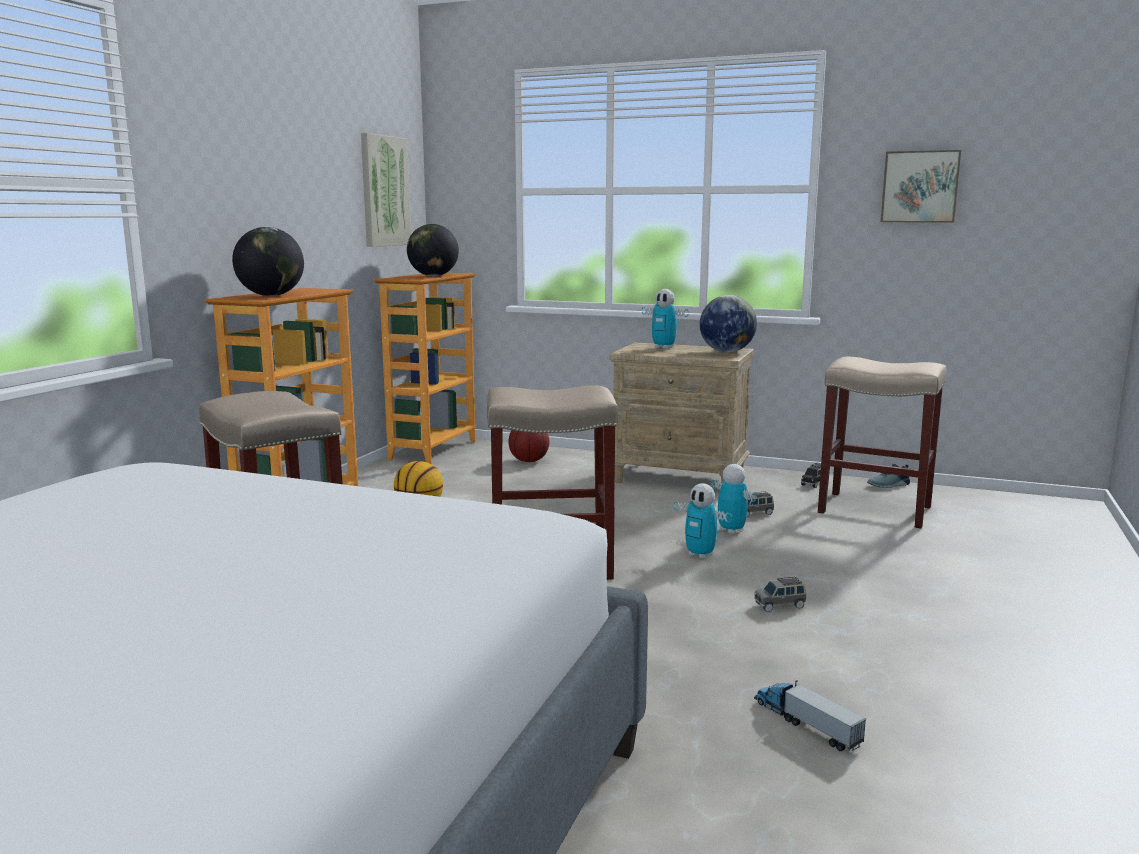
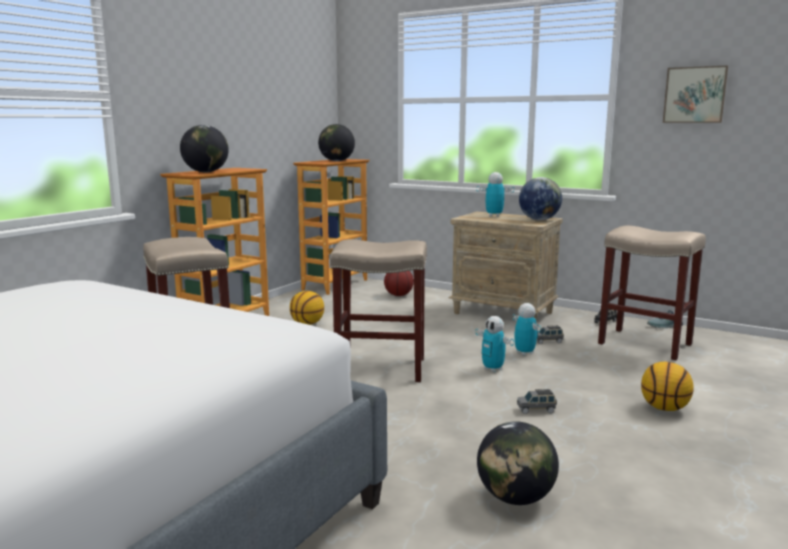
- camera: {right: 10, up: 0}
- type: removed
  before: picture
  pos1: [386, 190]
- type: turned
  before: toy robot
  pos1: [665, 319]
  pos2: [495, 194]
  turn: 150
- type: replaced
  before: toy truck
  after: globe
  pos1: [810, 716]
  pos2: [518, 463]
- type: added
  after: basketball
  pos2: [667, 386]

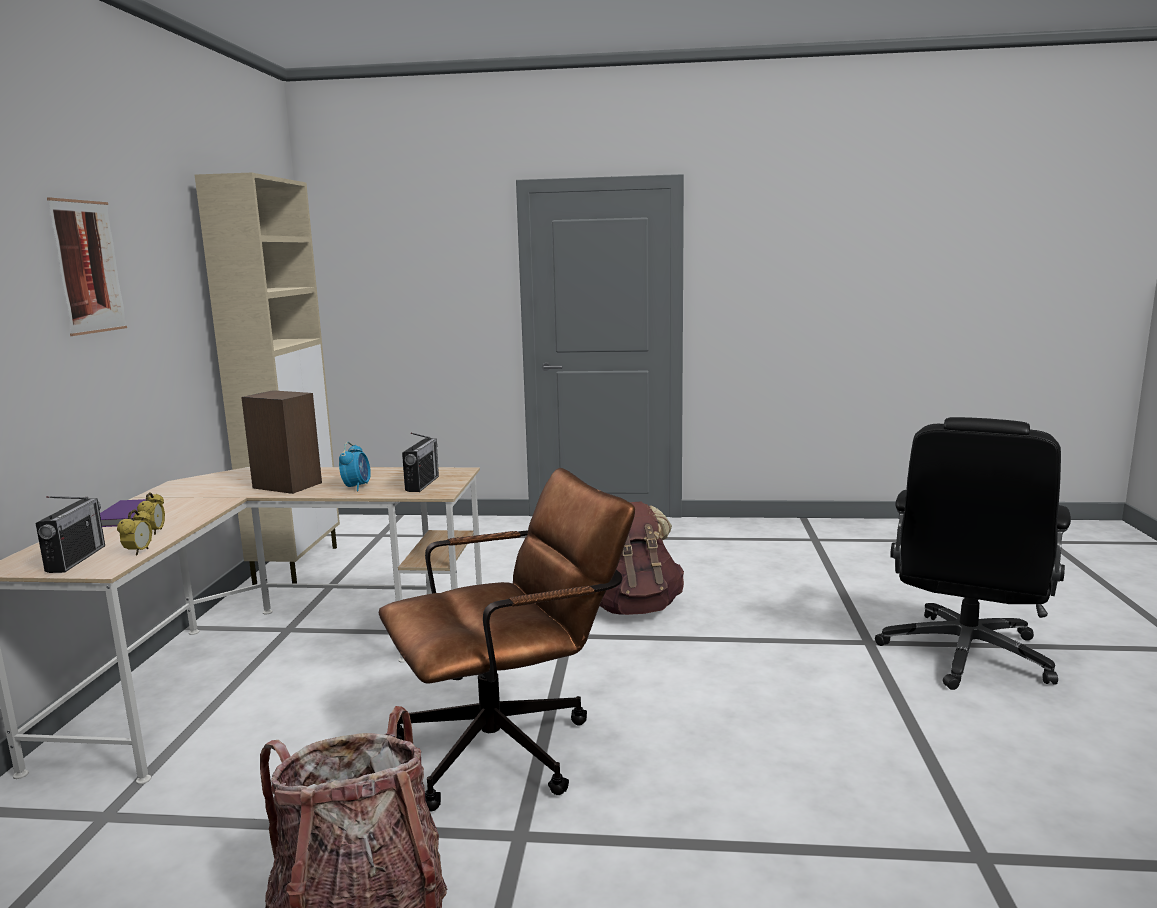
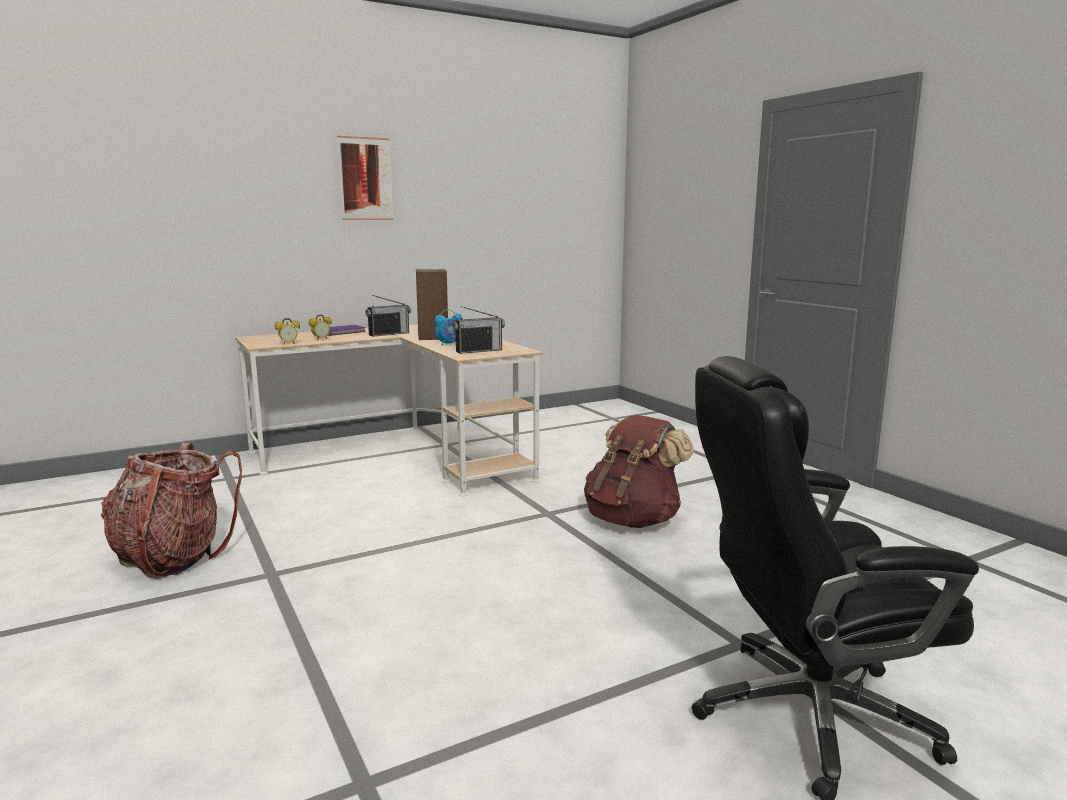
- camera: {right: 55, up: 0}
- type: removed
  before: beige cabinet
  pos1: [267, 379]
- type: removed
  before: brown office chair
  pos1: [507, 640]
- type: moved
  before: radio
  pos1: [70, 534]
  pos2: [388, 316]

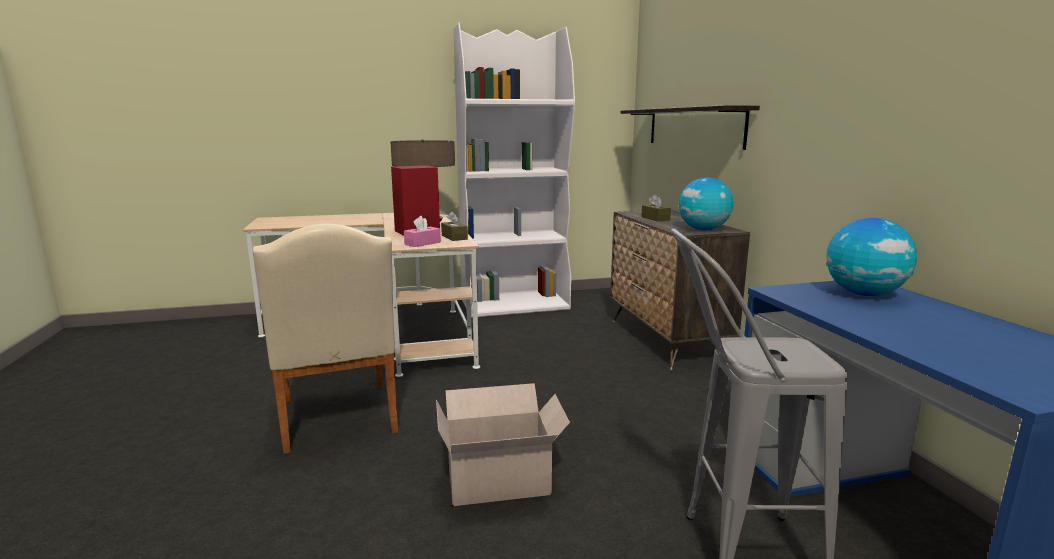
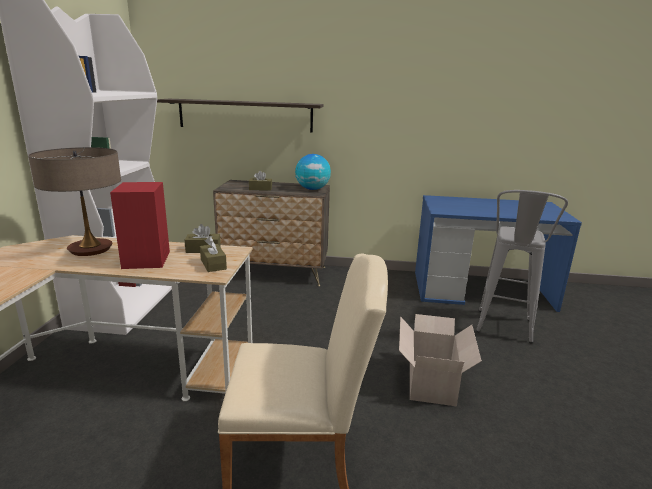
- camera: {right: -70, up: 5}
- type: recoloured
  before: pink tissue box
  after: brown tissue box
  pos1: [422, 231]
  pos2: [213, 254]
- type: removed
  before: globe
  pos1: [871, 257]

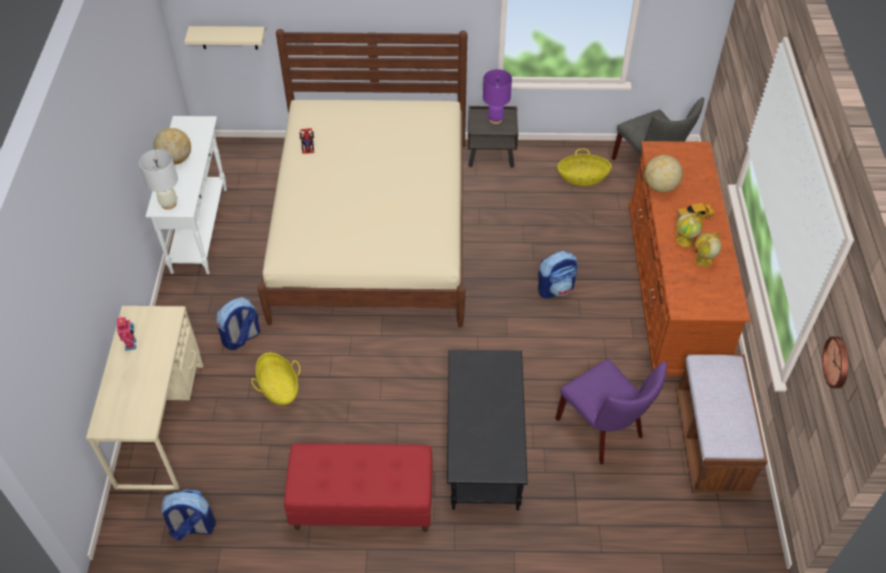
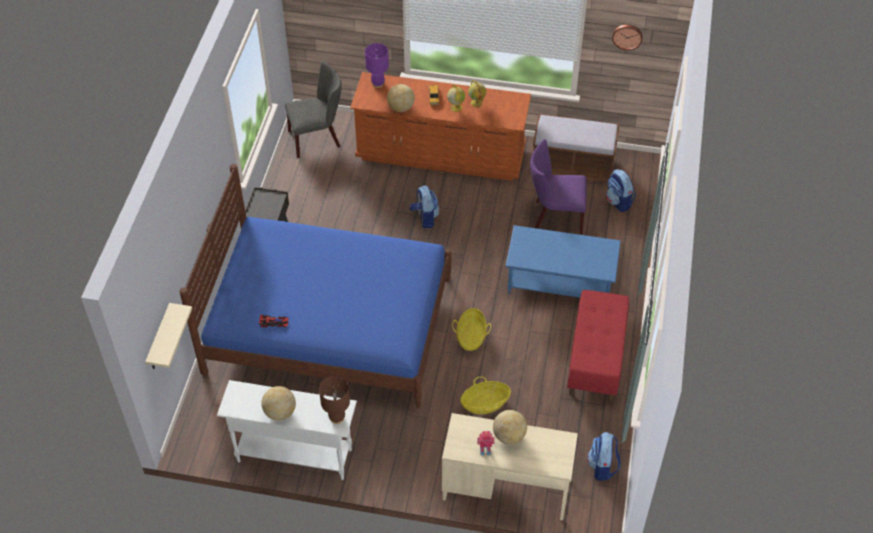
- camera: {right: -80, up: 0}
- type: recoloured
  before: beige bed
  after: blue bed
  pos1: [362, 178]
  pos2: [315, 286]
- type: moved
  before: purple table lamp
  pos1: [497, 96]
  pos2: [377, 65]
- type: moved
  before: basket
  pos1: [584, 167]
  pos2: [471, 329]
- type: recoloured
  before: white table lamp
  after: brown table lamp
  pos1: [158, 179]
  pos2: [334, 400]
- type: moved
  before: backpack
  pos1: [238, 323]
  pos2: [621, 190]
- type: recoloured
  before: black coffee table
  after: blue coffee table
  pos1: [487, 430]
  pos2: [563, 261]
- type: turned
  before: purple chair
  pos1: [611, 411]
  pos2: [558, 187]
  turn: -150
- type: added
  after: globe
  pos2: [510, 427]

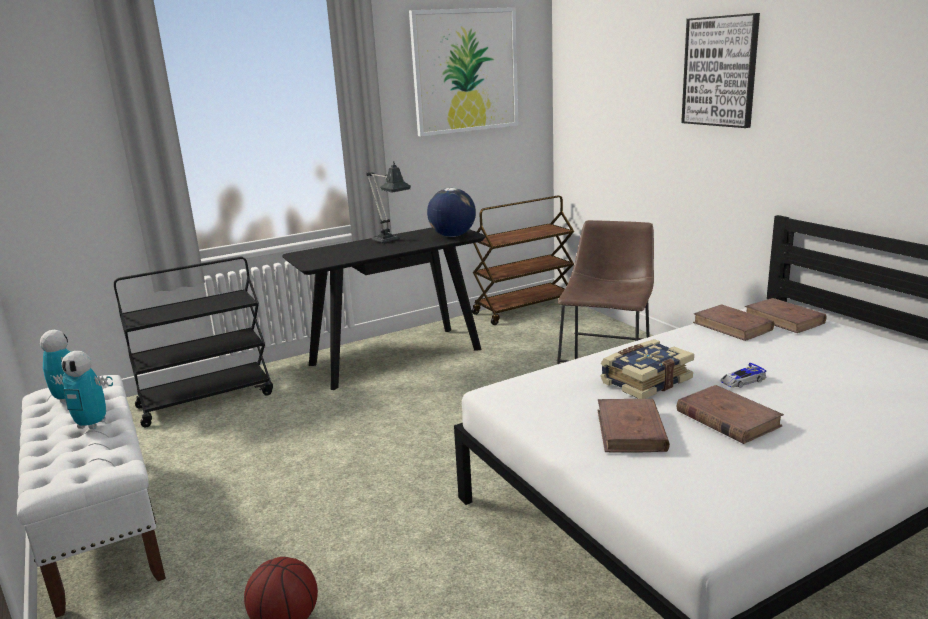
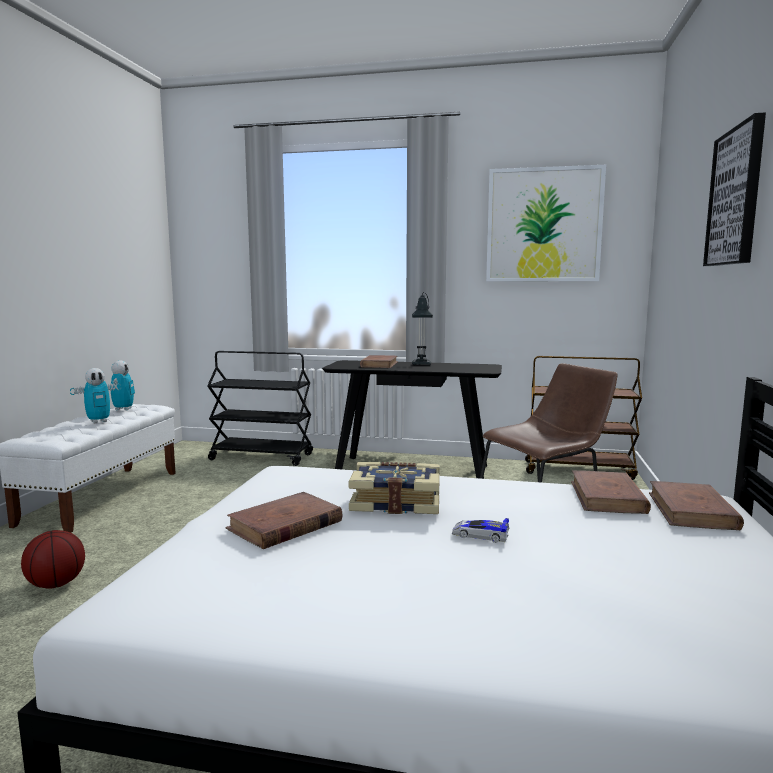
- camera: {right: 40, up: -10}
- type: removed
  before: globe
  pos1: [451, 212]
- type: turned
  before: toy robot
  pos1: [81, 390]
  pos2: [95, 395]
  turn: -90
- type: moved
  before: brown book
  pos1: [730, 414]
  pos2: [379, 361]

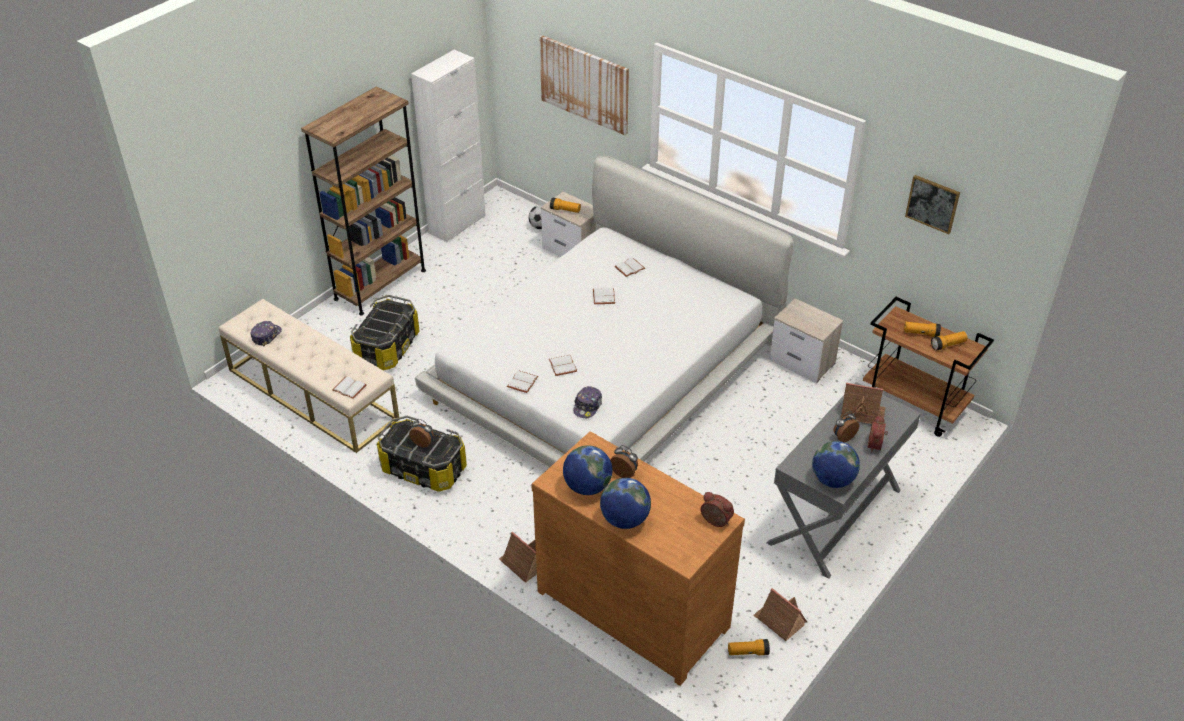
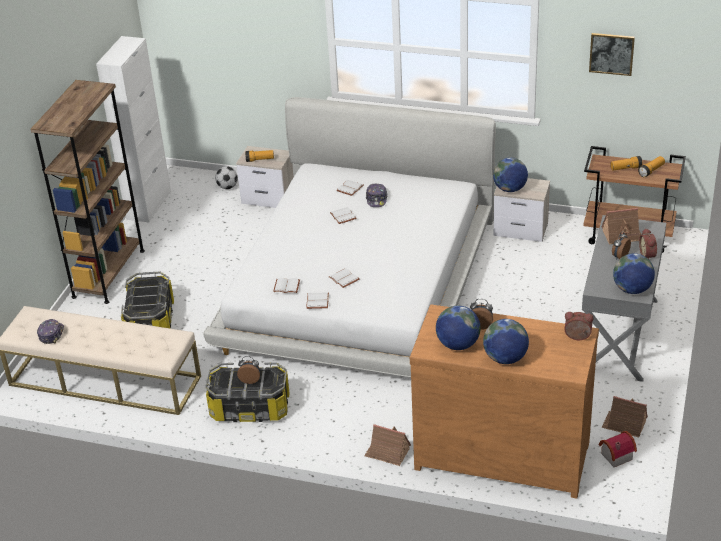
- camera: {right: -20, up: -5}
- type: removed
  before: picture
  pos1: [584, 85]
- type: moved
  before: white book
  pos1: [349, 388]
  pos2: [286, 285]
- type: moved
  before: cap
  pos1: [587, 402]
  pos2: [377, 195]
- type: replaced
  before: flashlight
  after: toy house
  pos1: [749, 647]
  pos2: [618, 449]
- type: added
  after: globe
  pos2: [510, 175]

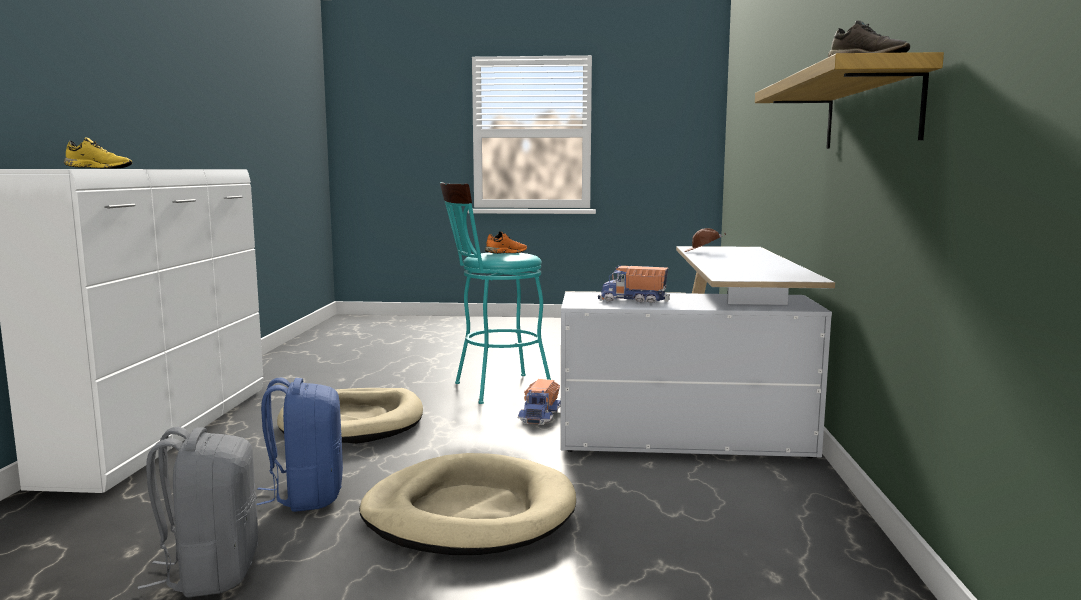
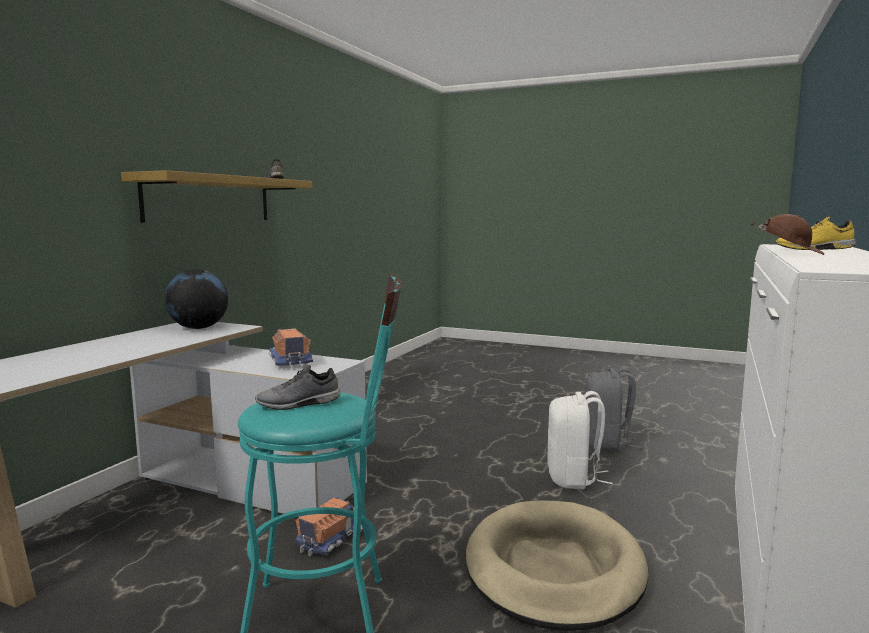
- camera: {right: -160, up: 0}
- type: moved
  before: brown cap
  pos1: [705, 240]
  pos2: [787, 234]
- type: recoloured
  before: orange shoe
  after: grey shoe
  pos1: [506, 242]
  pos2: [298, 387]
- type: turned
  before: toy truck
  pos1: [634, 284]
  pos2: [291, 348]
  turn: -150
- type: recoloured
  before: blue backpack
  after: white backpack
  pos1: [299, 445]
  pos2: [580, 440]
- type: removed
  before: beige dog bed
  pos1: [467, 504]
- type: added
  after: globe
  pos2: [196, 299]

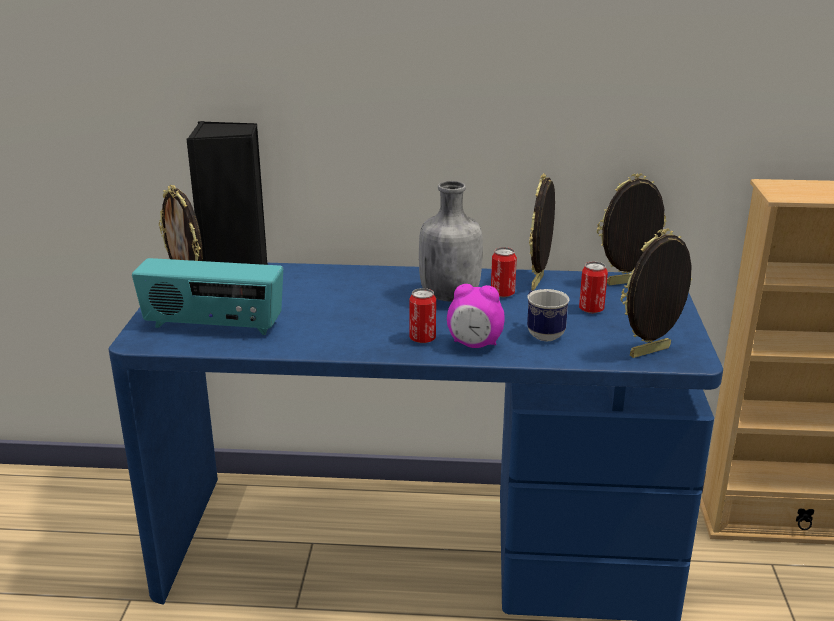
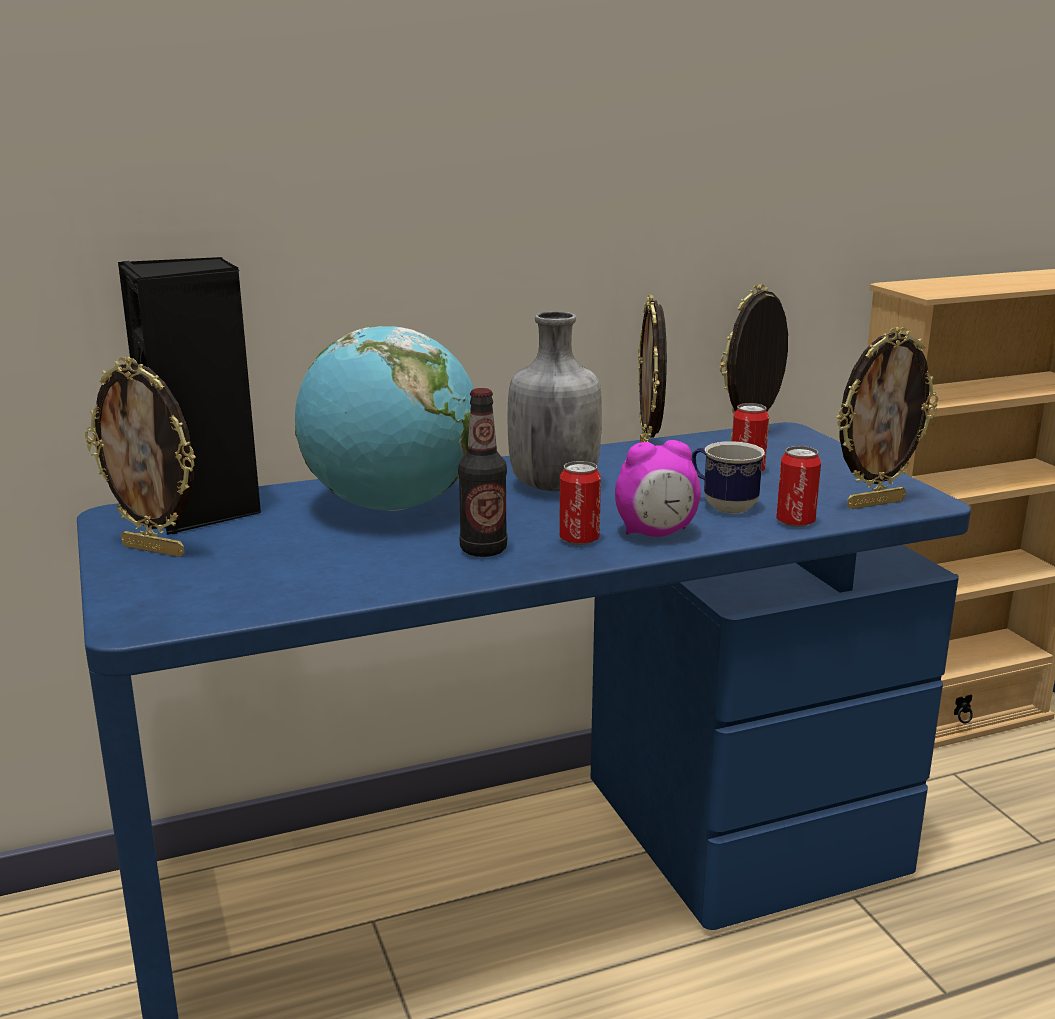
- camera: {right: -25, up: -5}
- type: turned
  before: picture frame
  pos1: [656, 293]
  pos2: [887, 418]
  turn: -150
- type: moved
  before: can
  pos1: [504, 272]
  pos2: [798, 486]
- type: removed
  before: radio
  pos1: [207, 296]
- type: added
  after: globe
  pos2: [384, 418]
- type: added
  after: bottle
  pos2: [482, 472]

